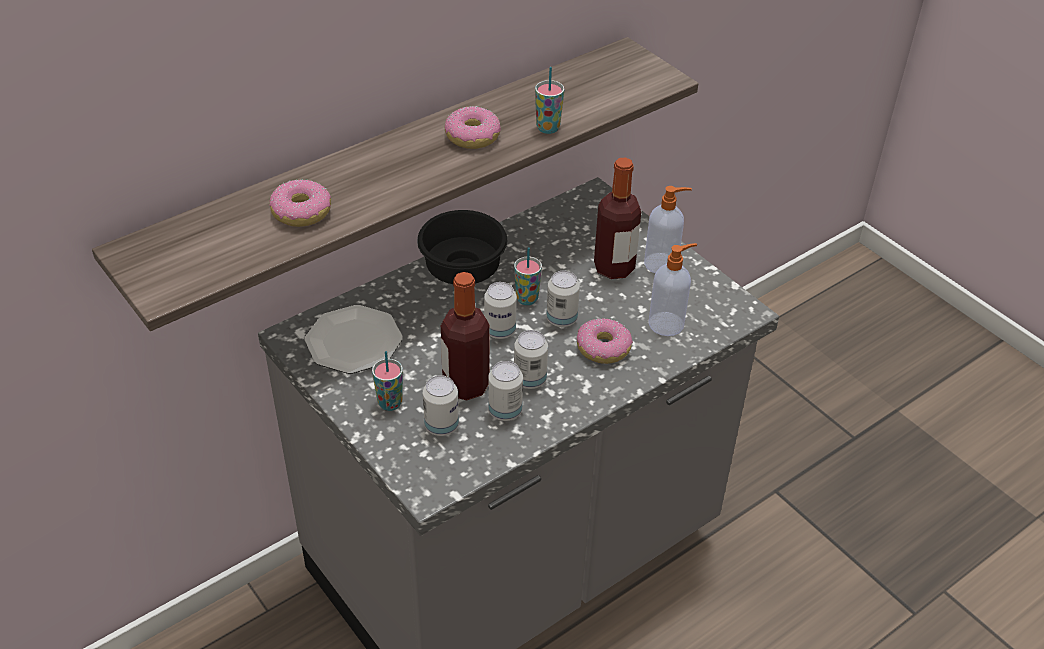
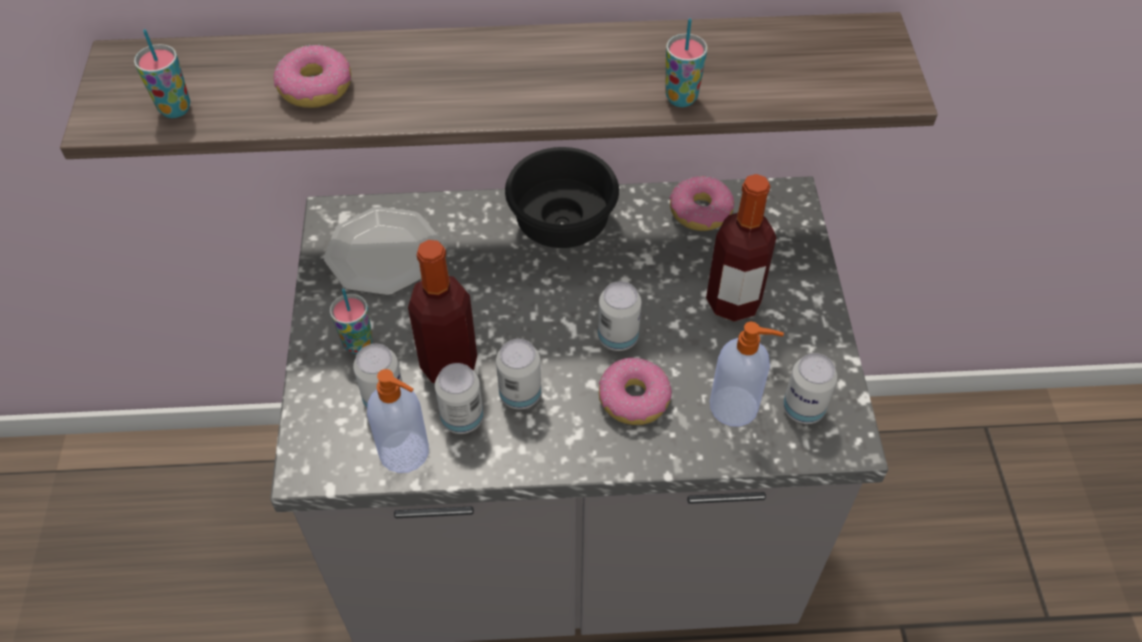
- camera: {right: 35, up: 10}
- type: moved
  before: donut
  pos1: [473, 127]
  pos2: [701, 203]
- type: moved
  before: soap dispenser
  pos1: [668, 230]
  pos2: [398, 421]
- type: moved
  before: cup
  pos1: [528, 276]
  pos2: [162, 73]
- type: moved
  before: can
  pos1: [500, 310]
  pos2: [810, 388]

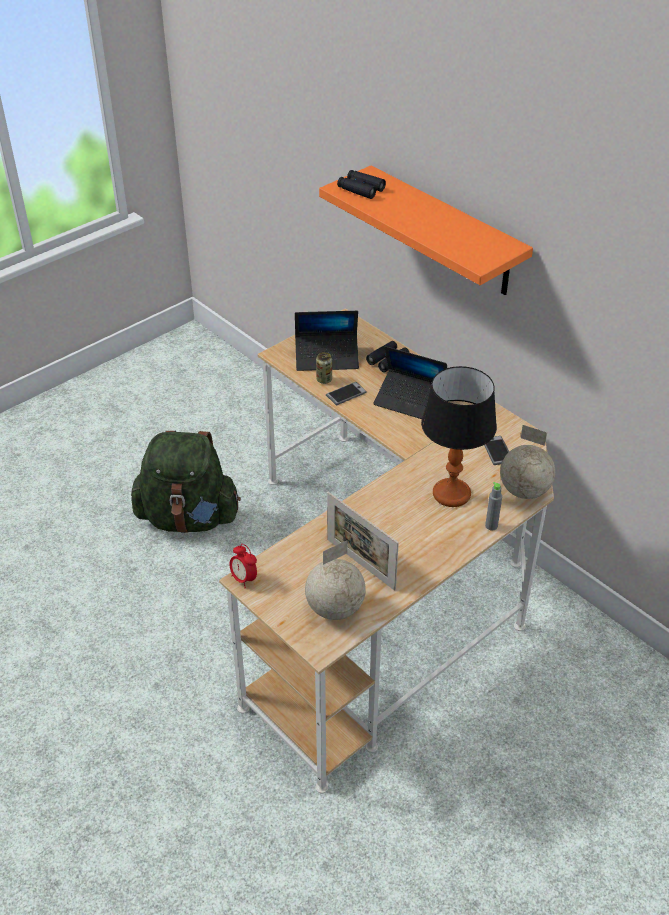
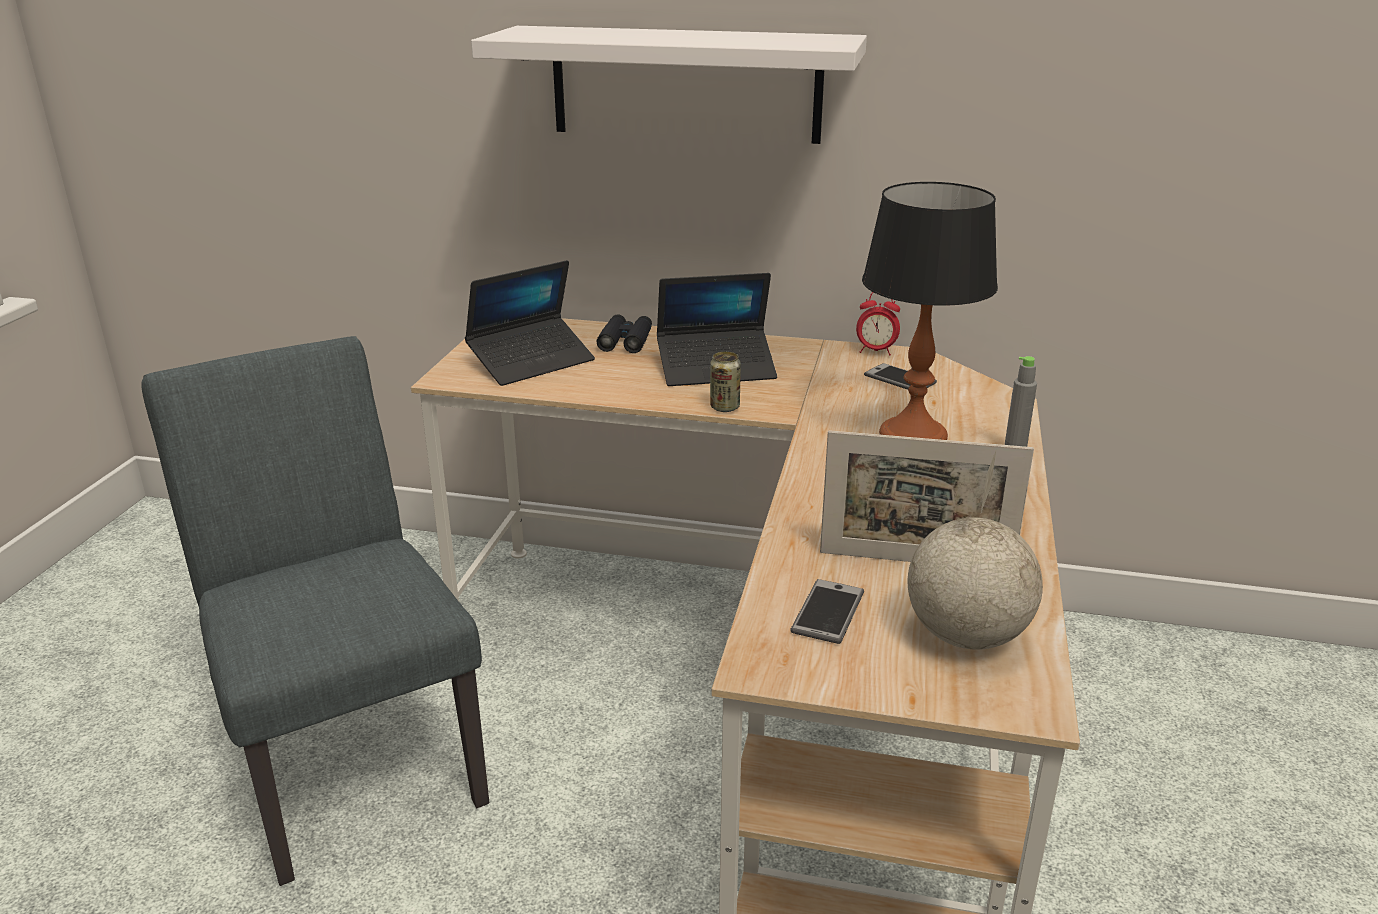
- camera: {right: -35, up: -15}
- type: recoloured
  before: orange shelf
  after: white shelf
  pos1: [426, 230]
  pos2: [669, 85]
- type: removed
  before: black binoculars
  pos1: [361, 184]
- type: moved
  before: can
  pos1: [324, 368]
  pos2: [725, 382]
- type: moved
  before: phone
  pos1: [346, 393]
  pos2: [827, 611]
- type: removed
  before: globe
  pos1: [527, 462]
- type: replaced
  before: green backpack
  after: grey chair
  pos1: [186, 482]
  pos2: [315, 611]
- type: moved
  before: alarm clock
  pos1: [243, 566]
  pos2: [878, 324]

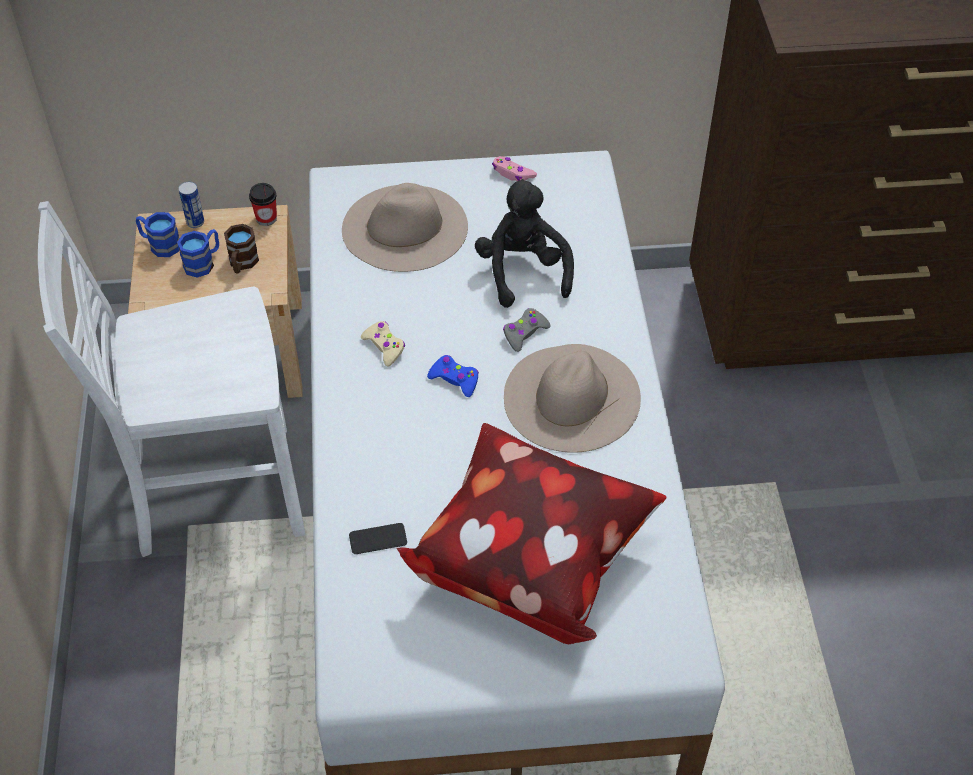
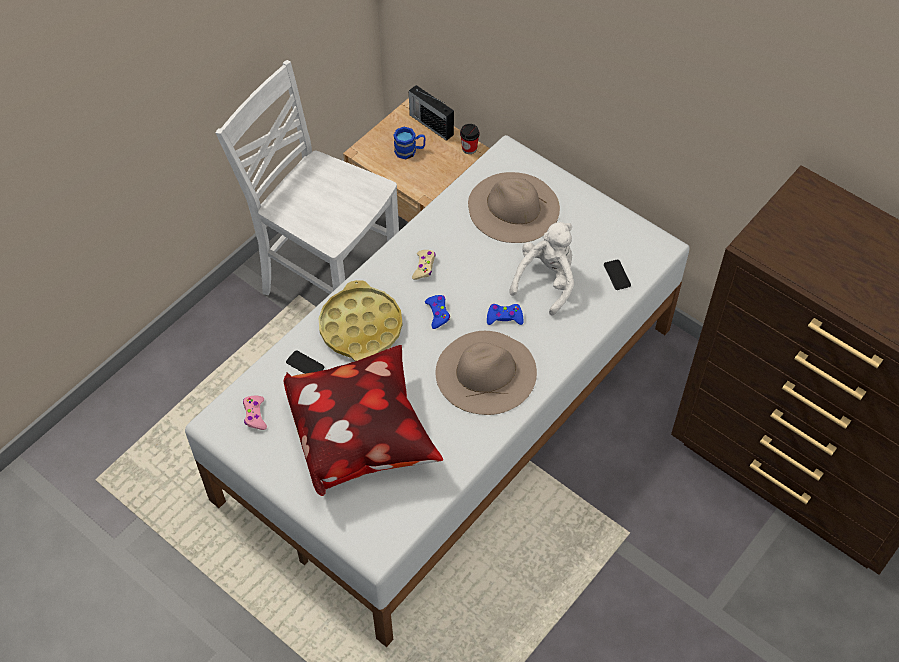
- camera: {right: 45, up: 5}
- type: moved
  before: pink game controller
  pos1: [514, 168]
  pos2: [255, 413]
- type: recoloured
  before: black plush toy
  after: white plush toy
  pos1: [524, 243]
  pos2: [541, 269]
- type: replaced
  before: can
  after: radio
  pos1: [191, 205]
  pos2: [431, 113]
- type: removed
  before: blue mug
  pos1: [157, 234]
- type: removed
  before: brown mug
  pos1: [241, 249]
- type: recoloured
  before: grey game controller
  after: blue game controller
  pos1: [527, 330]
  pos2: [505, 314]
- type: added
  after: phone
  pos2: [617, 275]
- type: added
  after: yellow tray
  pos2: [361, 320]

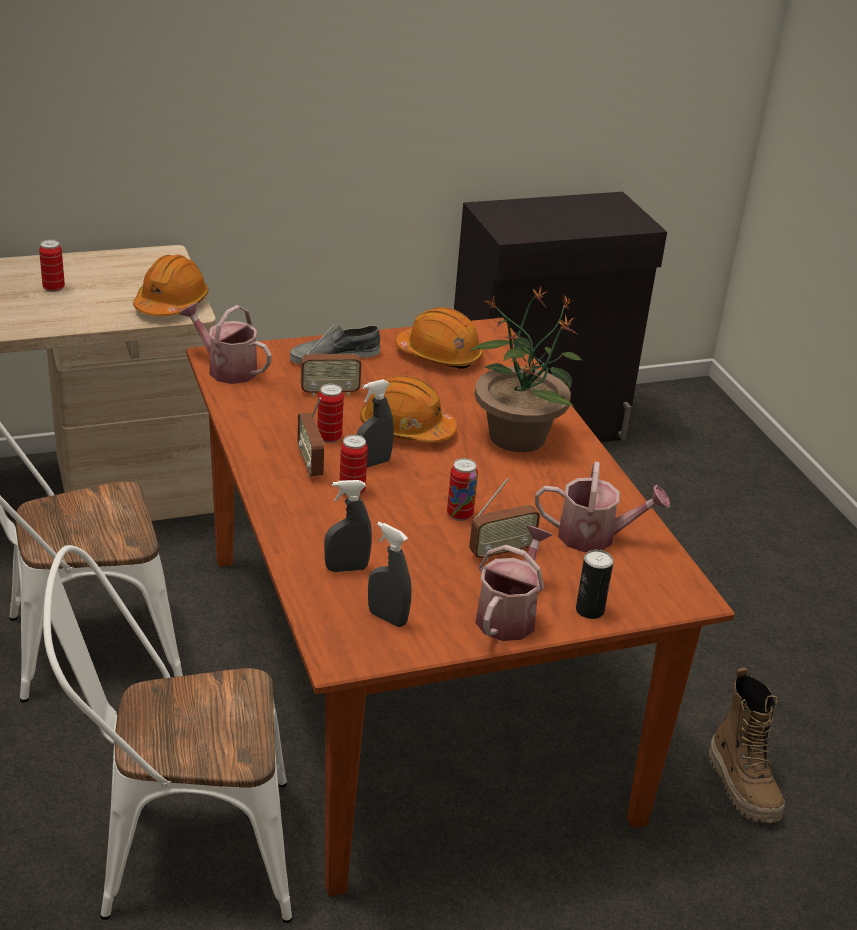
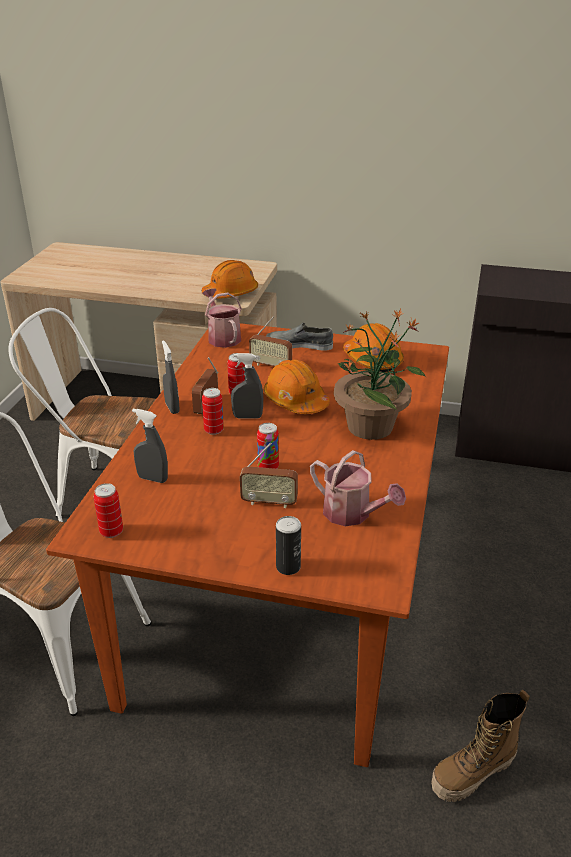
- camera: {right: 35, up: 0}
- type: moved
  before: can
  pos1: [52, 265]
  pos2: [108, 510]
- type: moved
  before: grey spray bottle
  pos1: [389, 574]
  pos2: [171, 377]
- type: removed
  before: watering can
  pos1: [513, 583]
- type: turned
  before: boot
  pos1: [746, 745]
  pos2: [480, 746]
  turn: 45

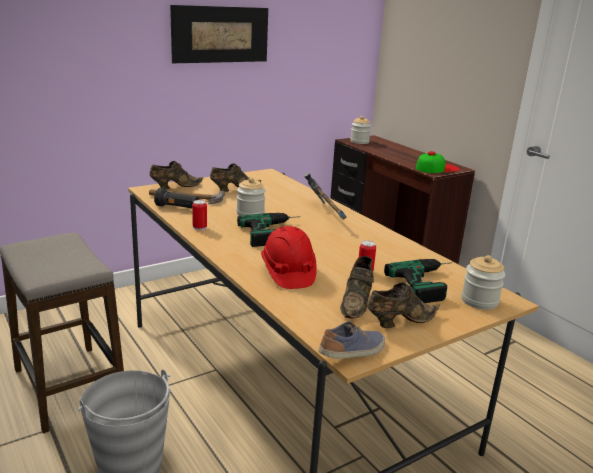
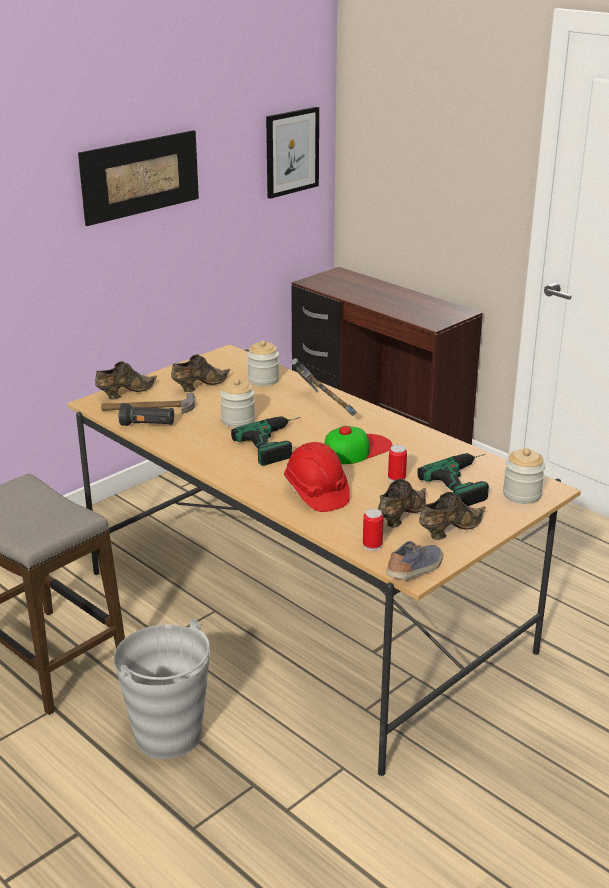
- camera: {right: -10, up: 5}
- type: moved
  before: jar
  pos1: [360, 130]
  pos2: [263, 363]
- type: moved
  before: cap
  pos1: [438, 162]
  pos2: [358, 445]
- type: moved
  before: can
  pos1: [199, 215]
  pos2: [373, 530]
- type: turned
  before: brown shoe
  pos1: [357, 287]
  pos2: [402, 503]
  turn: -150
- type: added
  after: picture
  pos2: [292, 153]

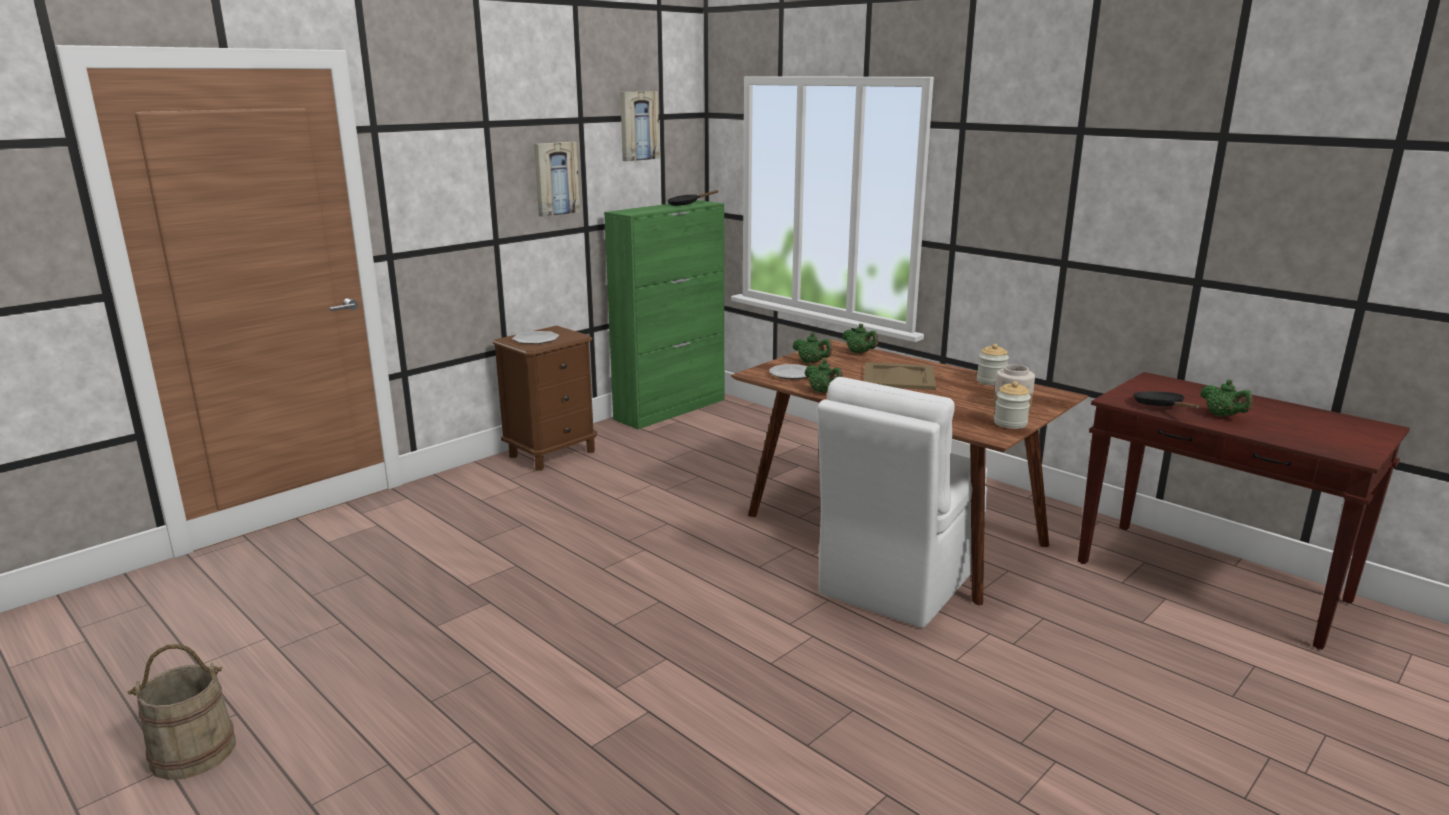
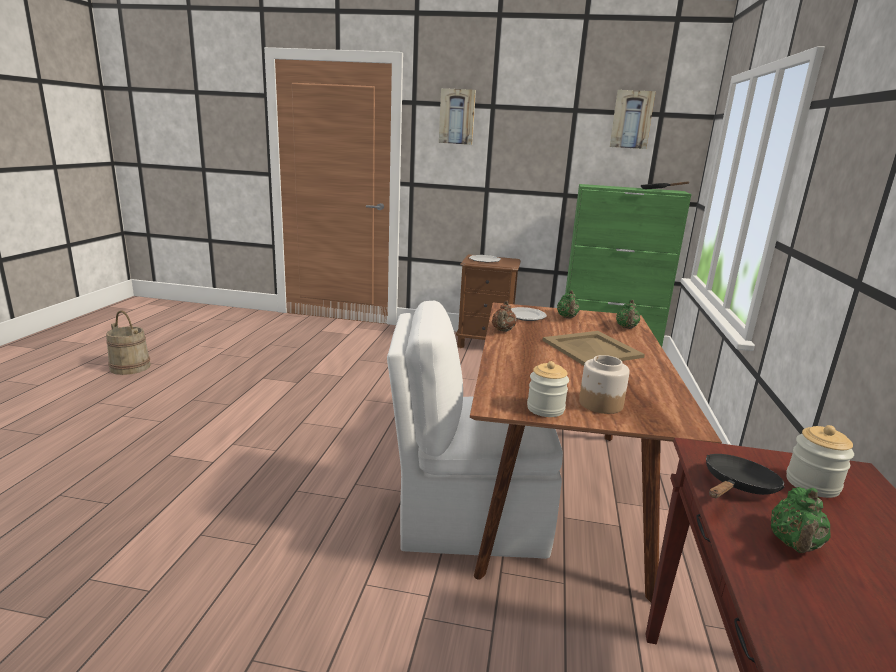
- camera: {right: 55, up: 0}
- type: moved
  before: picture
  pos1: [557, 179]
  pos2: [457, 116]
- type: moved
  before: jar
  pos1: [993, 364]
  pos2: [820, 461]
- type: recoloured
  before: green teapot
  after: brown teapot
  pos1: [824, 376]
  pos2: [504, 316]

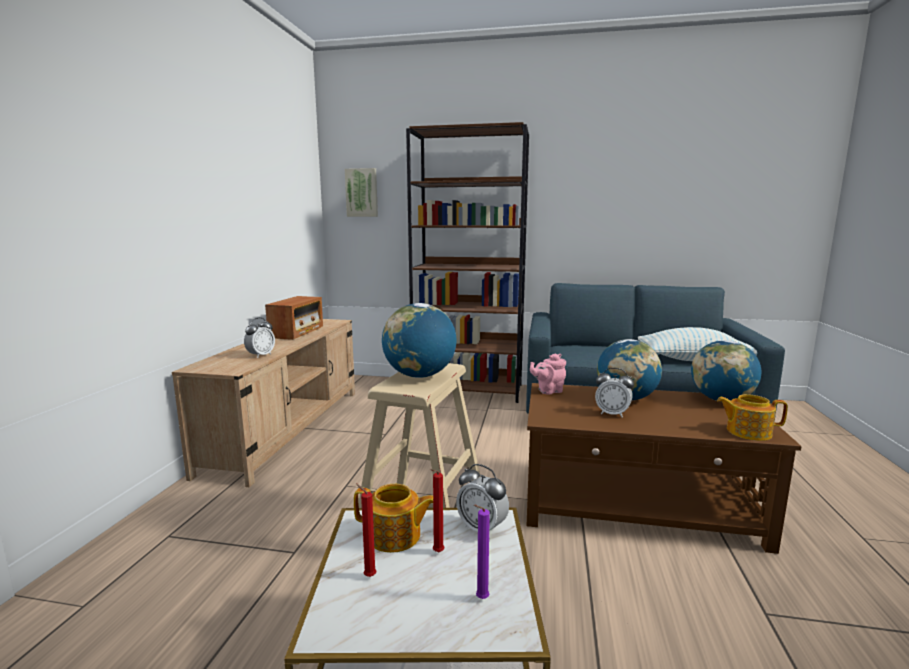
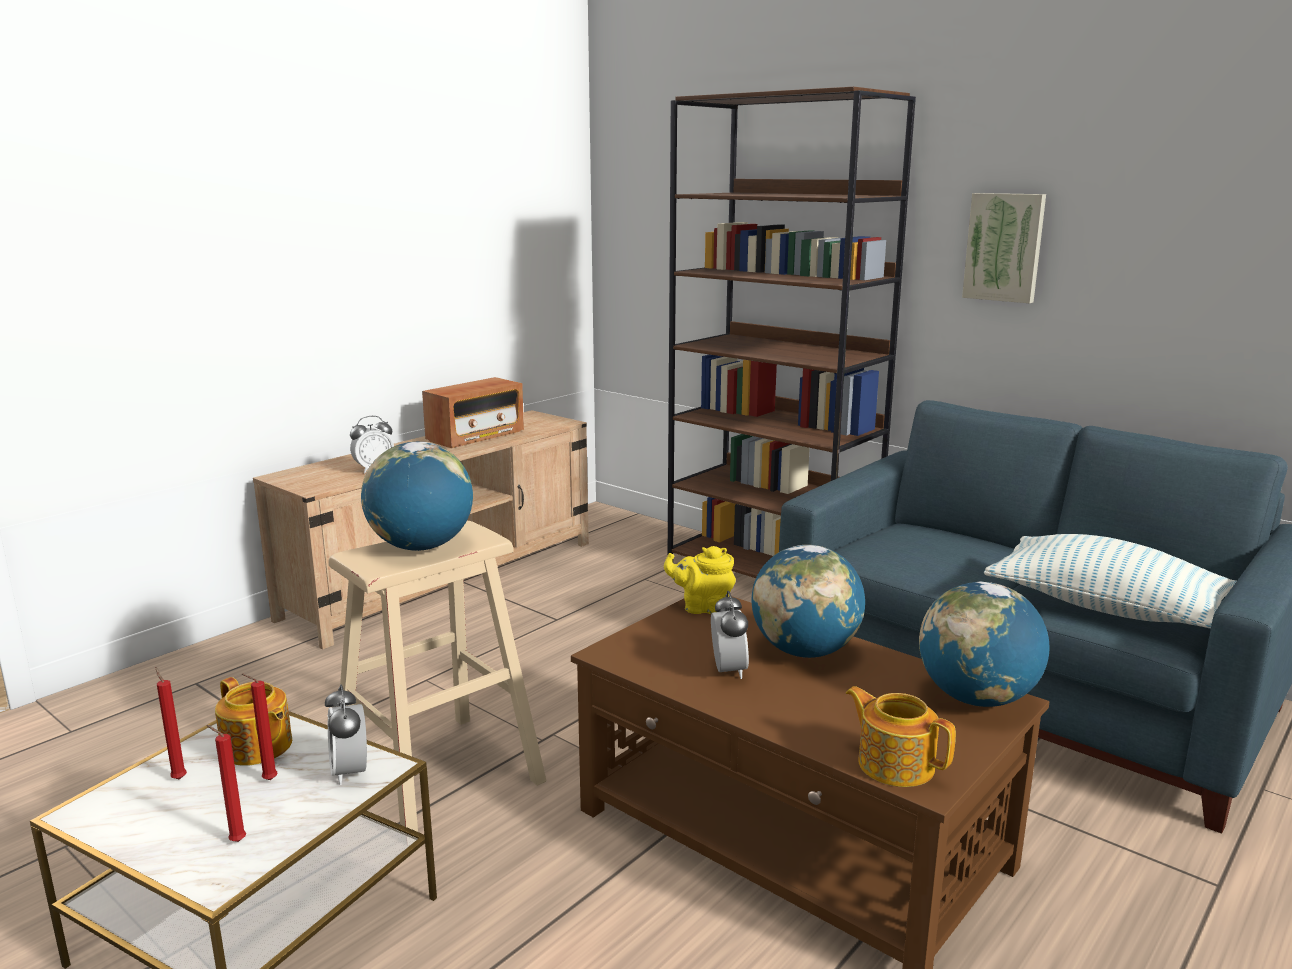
- camera: {right: 30, up: 5}
- type: moved
  before: picture
  pos1: [361, 192]
  pos2: [1004, 248]
- type: recoloured
  before: pink teapot
  after: yellow teapot
  pos1: [548, 374]
  pos2: [700, 580]
- type: turned
  before: alarm clock
  pos1: [614, 393]
  pos2: [730, 635]
  turn: -150
- type: recoloured
  before: purple candle
  after: red candle
  pos1: [482, 552]
  pos2: [226, 783]

